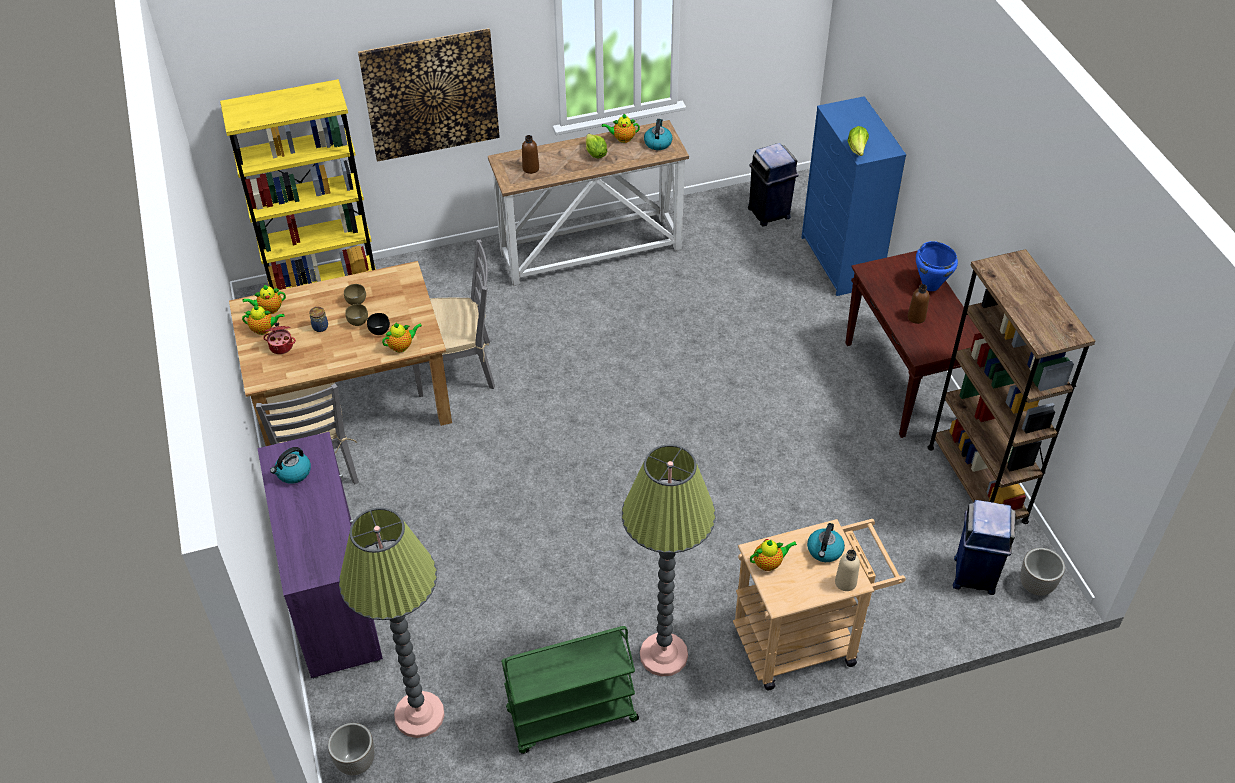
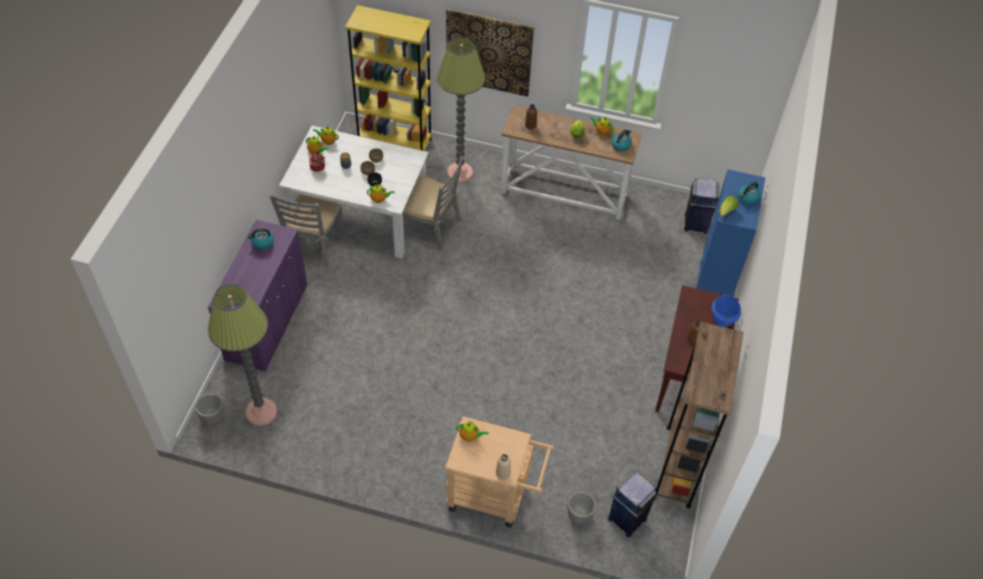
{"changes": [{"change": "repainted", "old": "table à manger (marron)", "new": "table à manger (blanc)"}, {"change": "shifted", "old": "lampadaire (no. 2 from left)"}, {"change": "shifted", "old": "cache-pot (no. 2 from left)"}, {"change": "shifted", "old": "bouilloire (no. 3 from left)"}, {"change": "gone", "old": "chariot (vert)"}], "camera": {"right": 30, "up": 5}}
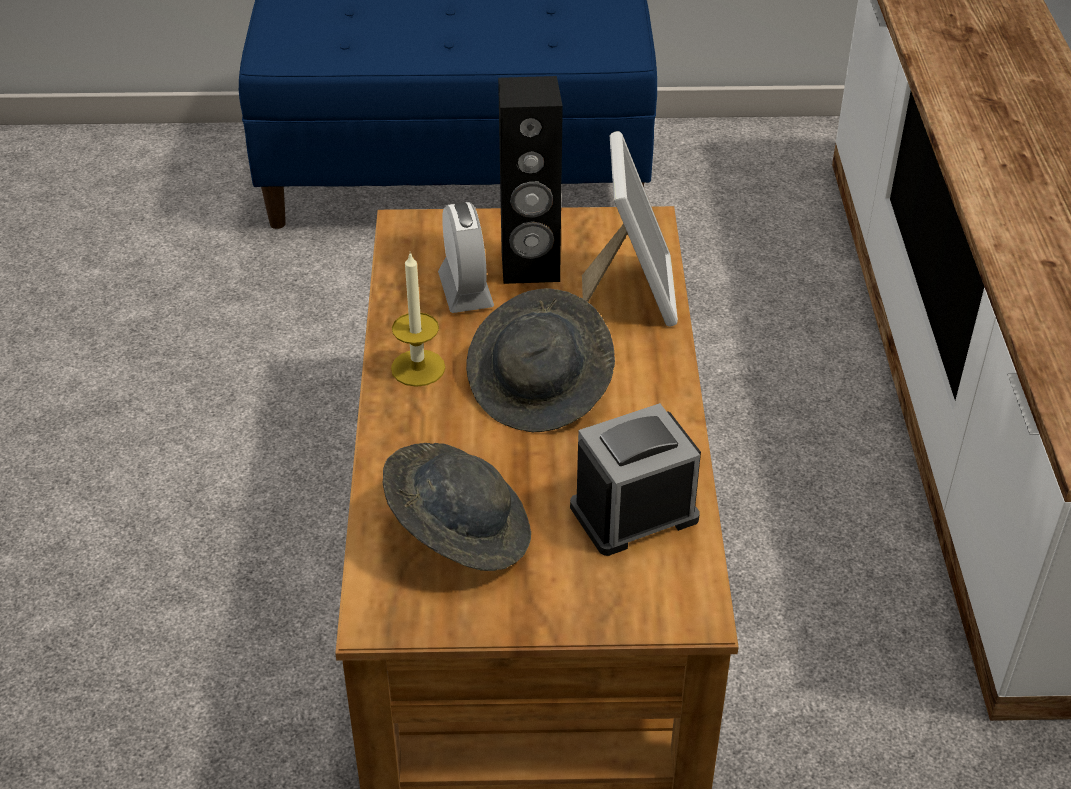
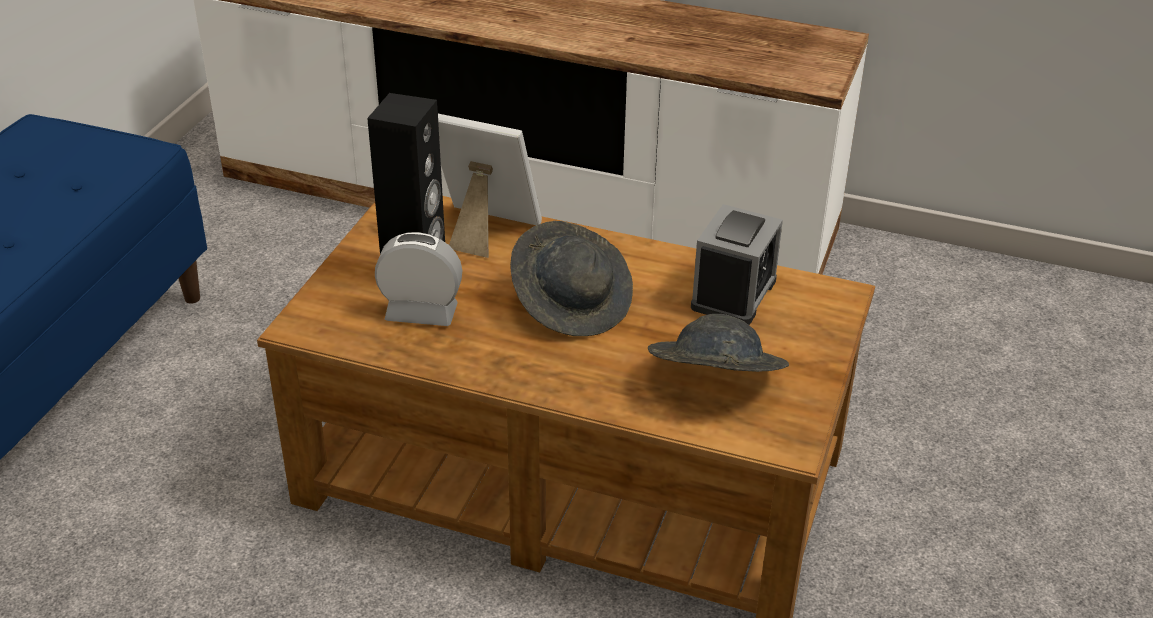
{"changes": [{"change": "rotated", "old": "réveil (no. 2 from left)", "degrees": -150}, {"change": "gone", "old": "bougie"}], "camera": {"right": -70, "up": -5}}
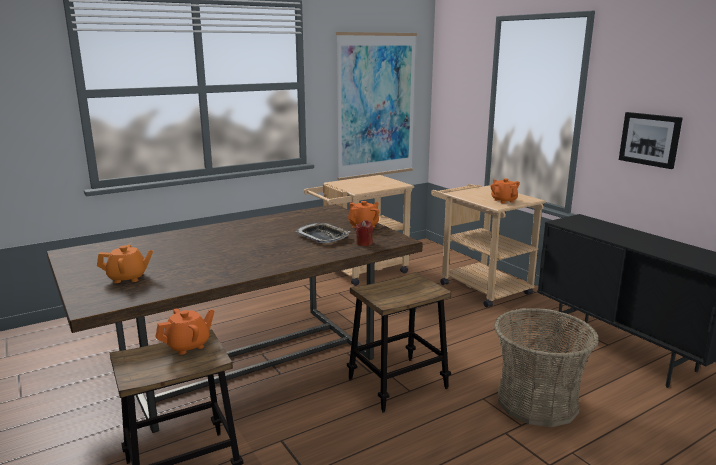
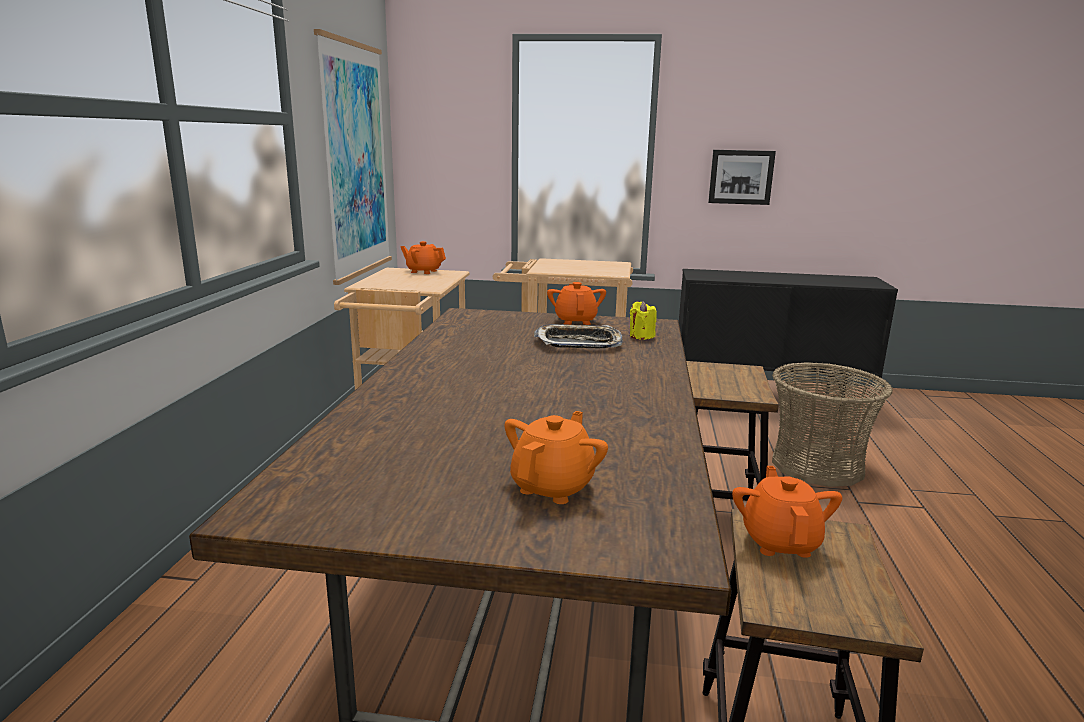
{"changes": [{"change": "shifted", "old": "théière (orange) (no. 4 from left in the first image)", "new": "théière (orange) (no. 1 from left)"}, {"change": "repainted", "old": "bougie (rouge)", "new": "bougie (jaune)"}], "camera": {"right": -50, "up": 0}}
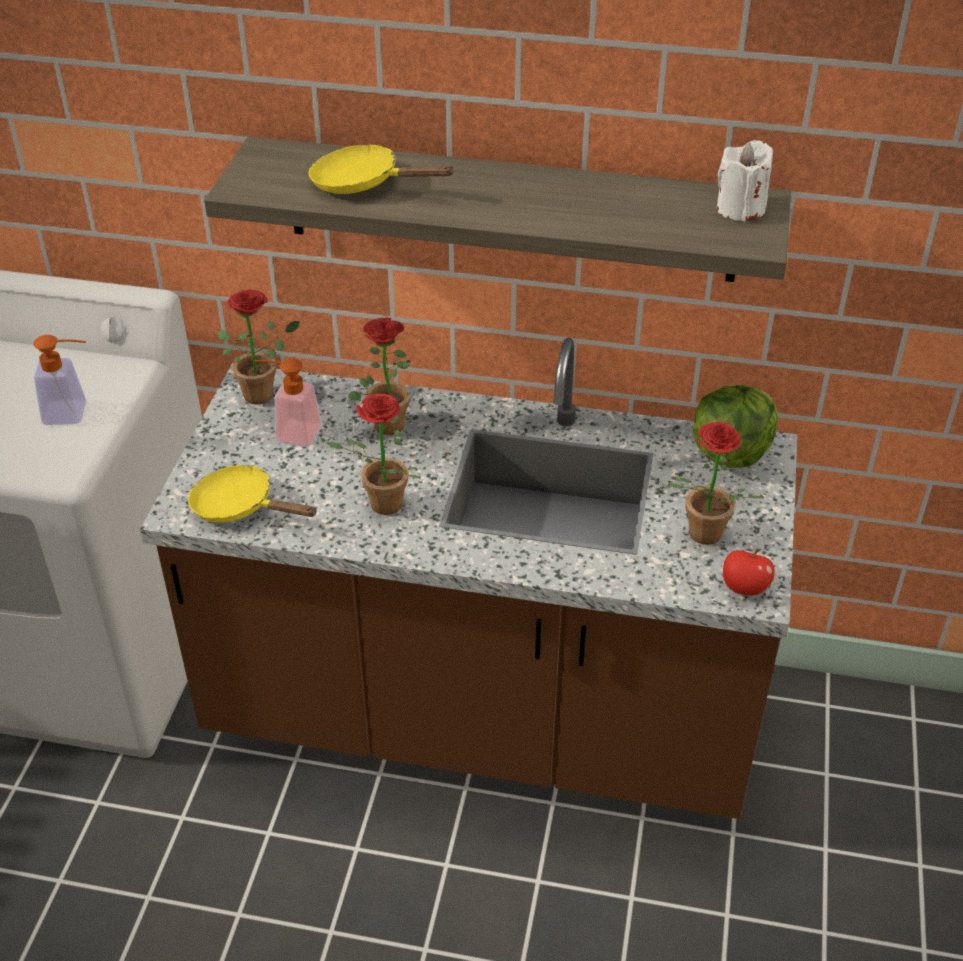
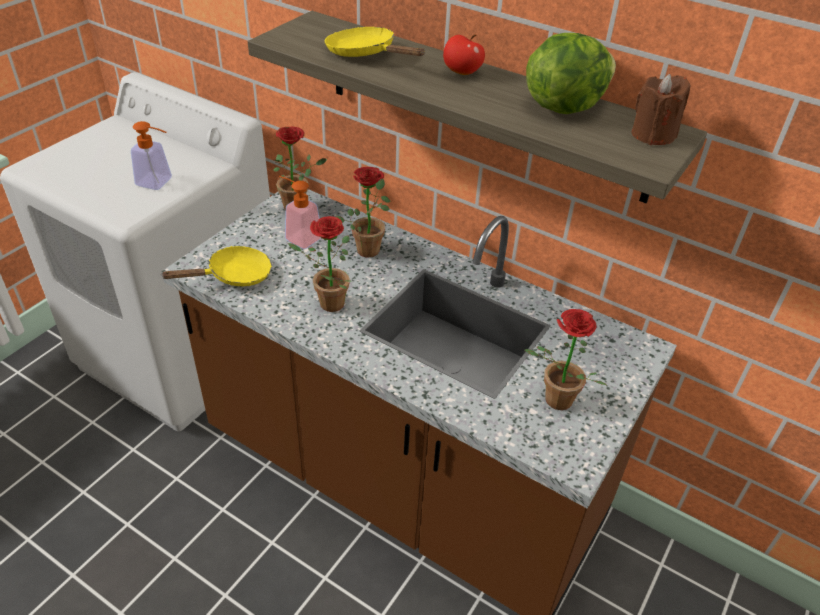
{"changes": [{"change": "rotated", "old": "poêle (jaune) (no. 1 from left)", "degrees": 105}, {"change": "shifted", "old": "pomme"}, {"change": "shifted", "old": "laitue"}, {"change": "repainted", "old": "bougie (blanc)", "new": "bougie (marron)"}], "camera": {"right": 20, "up": 0}}
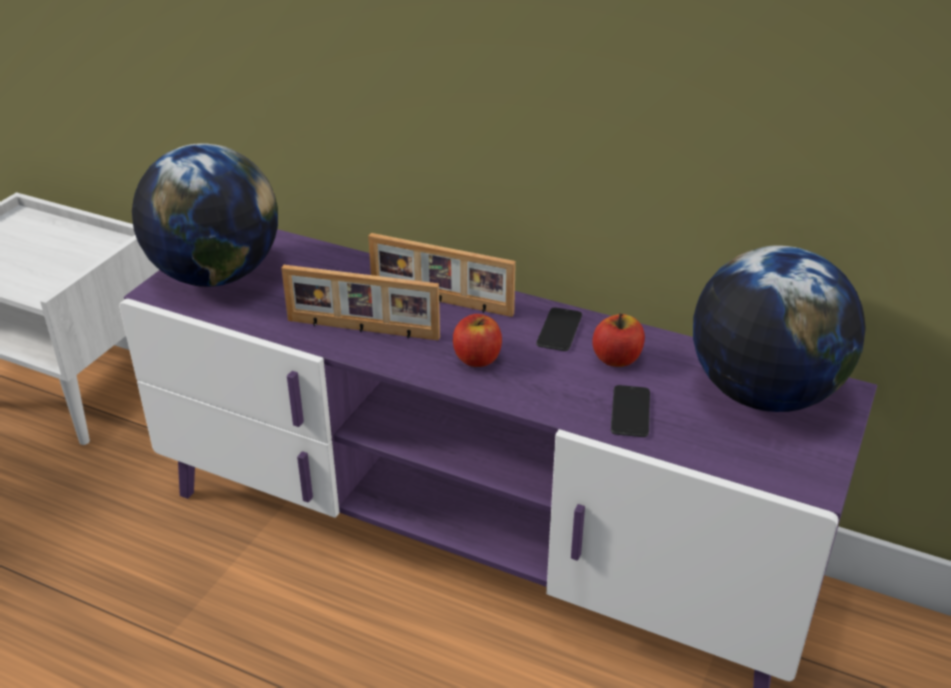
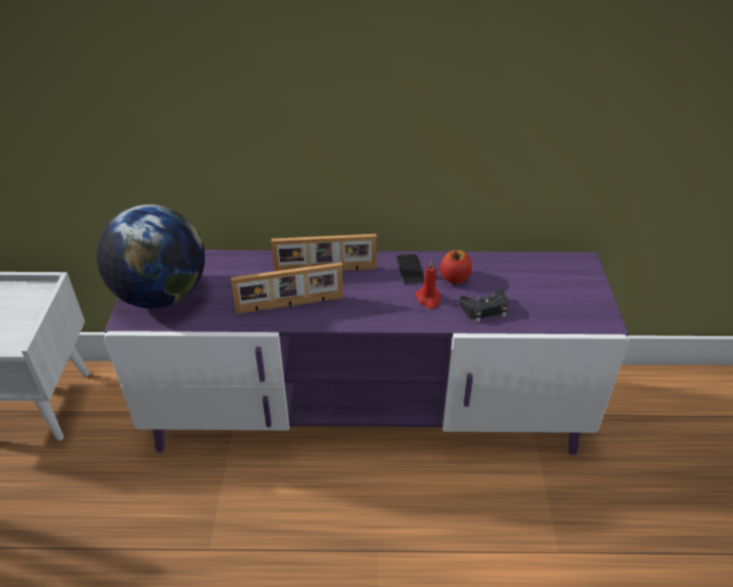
{"changes": [{"change": "new", "new": "bougie (rouge)"}, {"change": "swapped", "old": "téléphone (no. 2 from left)", "new": "manette (noir)"}, {"change": "gone", "old": "pomme (no. 1 from left)"}, {"change": "gone", "old": "globe (no. 2 from left)"}], "camera": {"right": -25, "up": 5}}
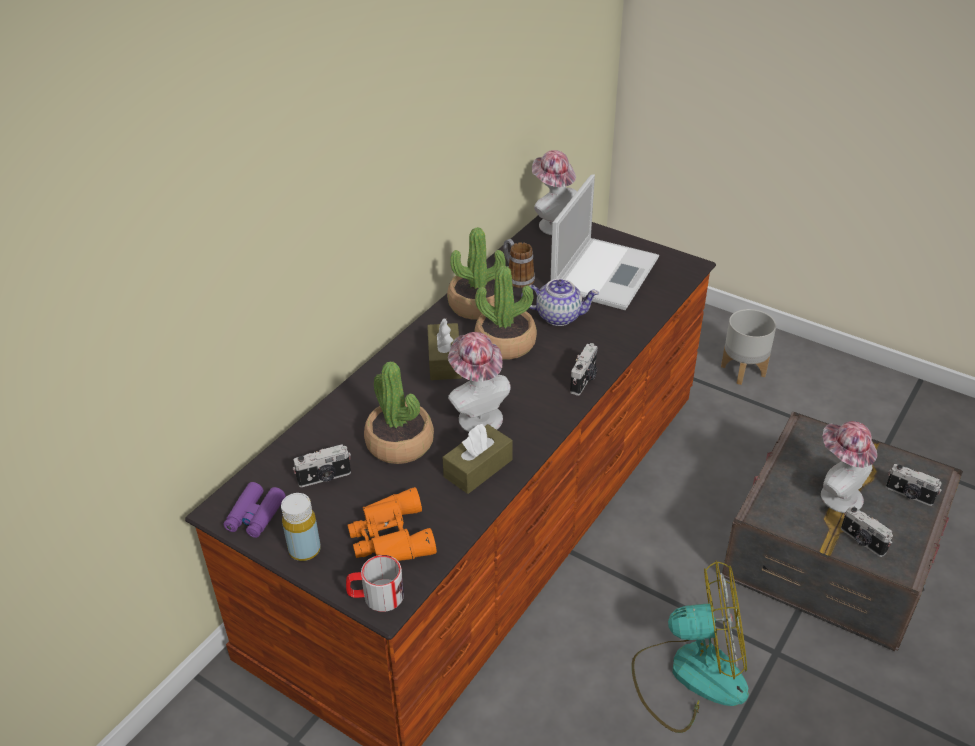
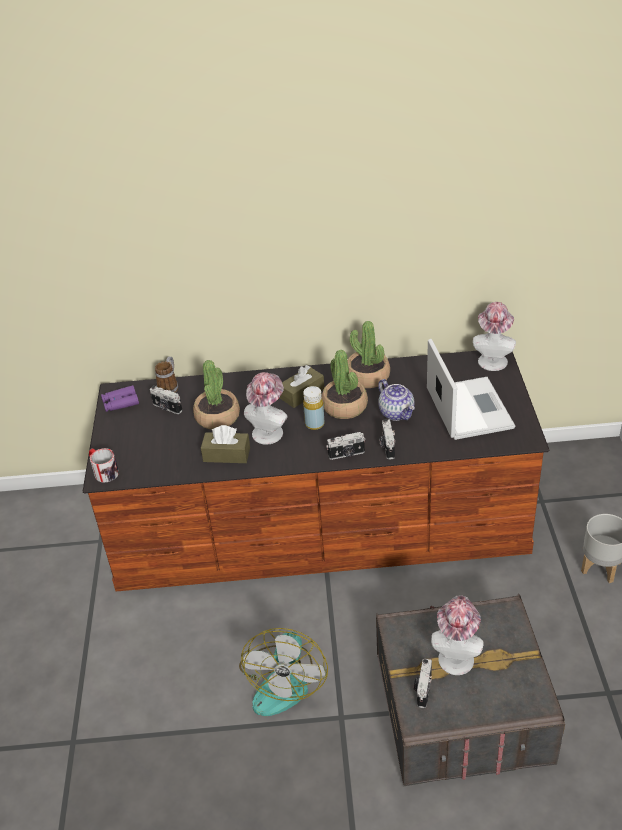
{"changes": [{"change": "shifted", "old": "mug (no. 2 from left)"}, {"change": "rotated", "old": "ventilateur", "degrees": 45}, {"change": "shifted", "old": "bouteille (jaune)"}, {"change": "shifted", "old": "appareil photo (no. 4 from left in the first image)", "new": "appareil photo (no. 3 from left)"}, {"change": "rotated", "old": "ordinateur portable", "degrees": -90}, {"change": "gone", "old": "jumelles (orange)"}], "camera": {"right": 55, "up": 0}}
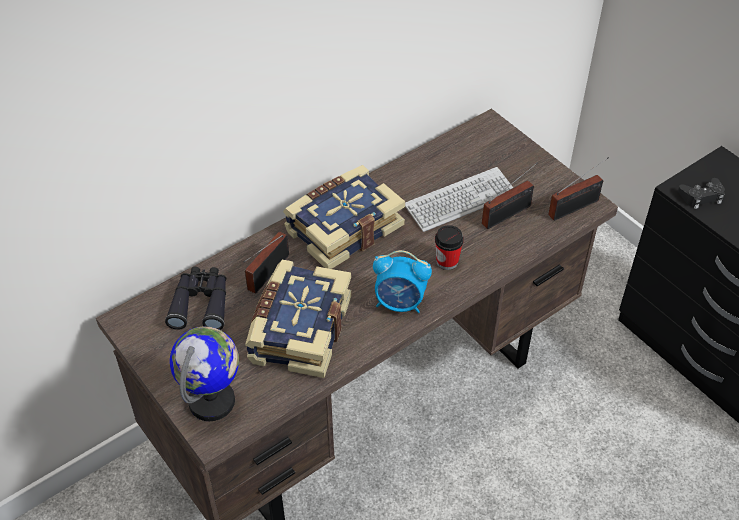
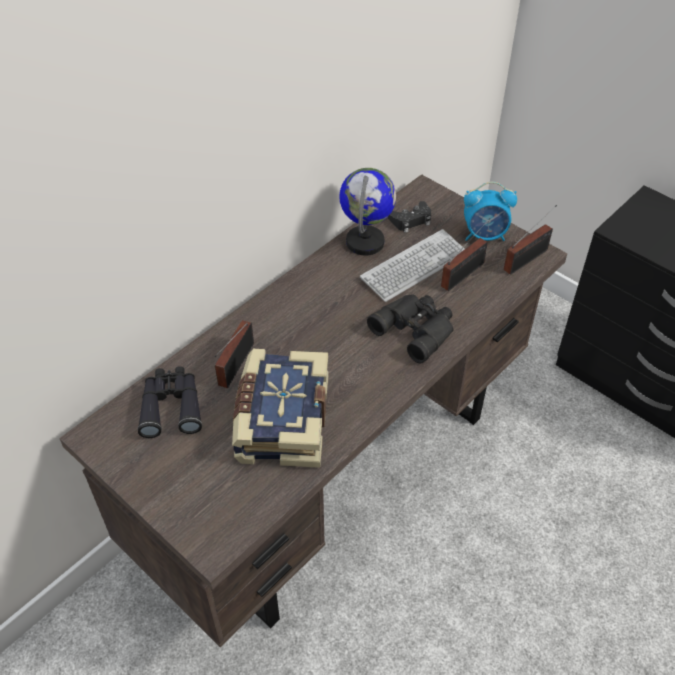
{"changes": [{"change": "shifted", "old": "globe"}, {"change": "swapped", "old": "tasse", "new": "jumelles (noir) (no. 2 from left)"}, {"change": "shifted", "old": "manette (noir)"}, {"change": "shifted", "old": "réveil"}, {"change": "gone", "old": "livre (no. 2 from left)"}], "camera": {"right": -10, "up": 0}}
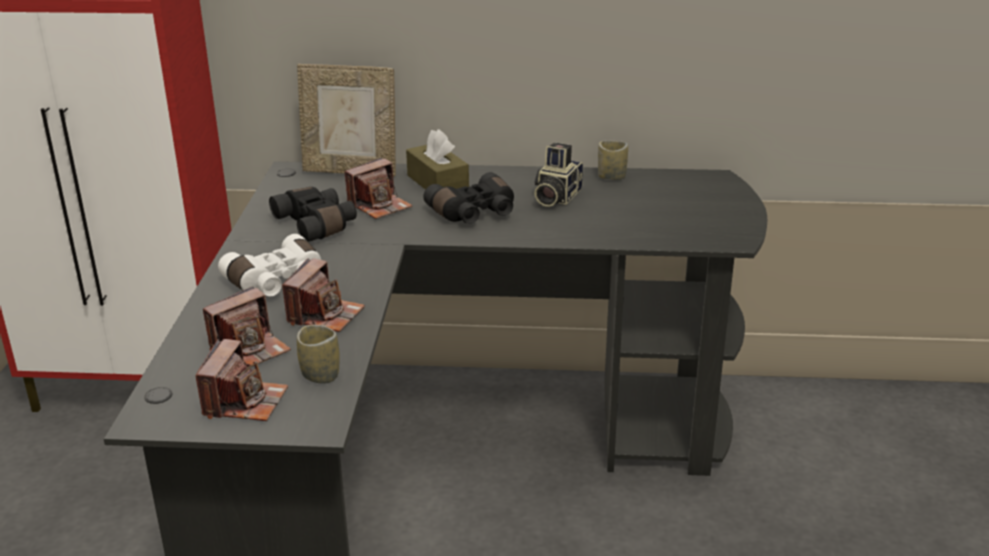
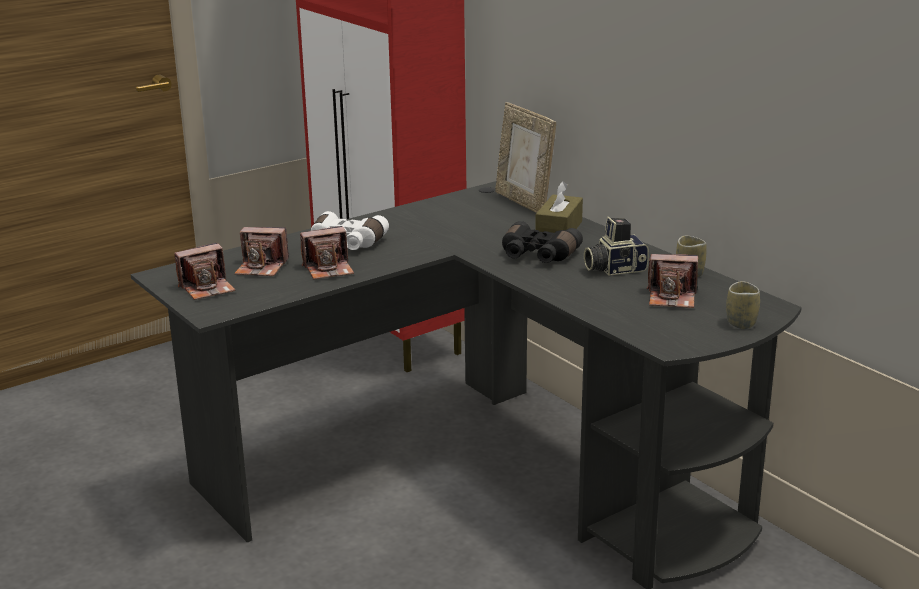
{"changes": [{"change": "shifted", "old": "appareil photo (no. 4 from left in the first image)", "new": "appareil photo (no. 5 from left)"}, {"change": "shifted", "old": "tasse (no. 1 from left in the first image)", "new": "tasse (no. 2 from left)"}, {"change": "gone", "old": "jumelles (noir) (no. 1 from left)"}], "camera": {"right": 50, "up": -5}}
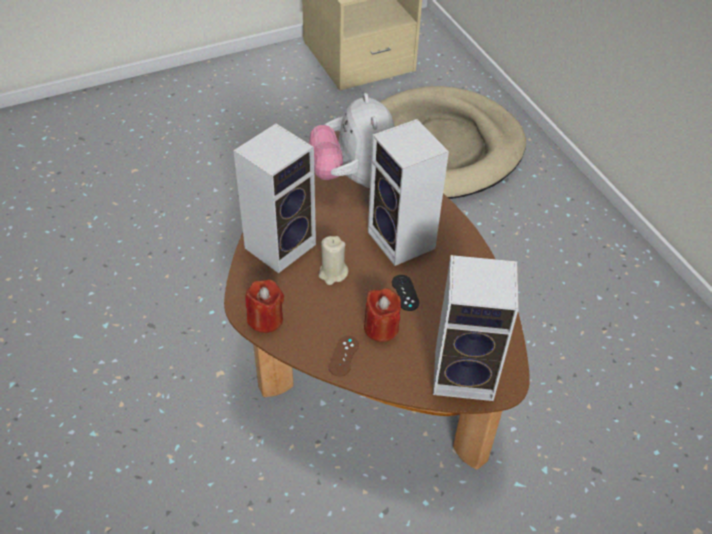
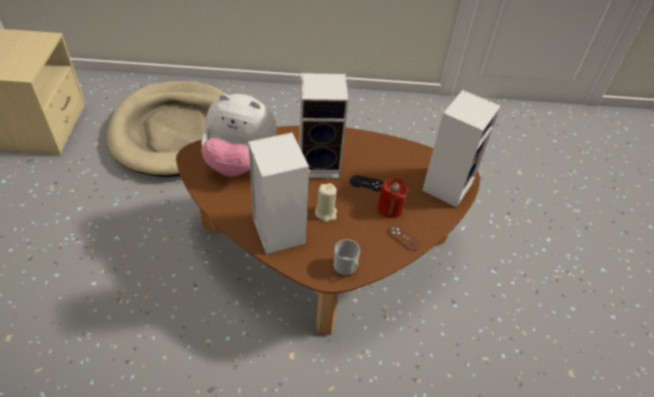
{"changes": [{"change": "swapped", "old": "bougie (rouge) (no. 1 from left)", "new": "mug"}], "camera": {"right": -65, "up": 0}}
